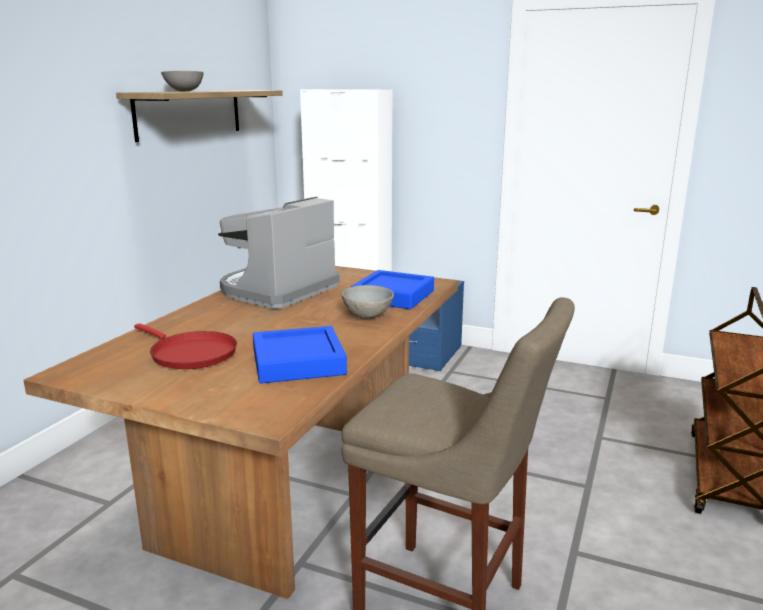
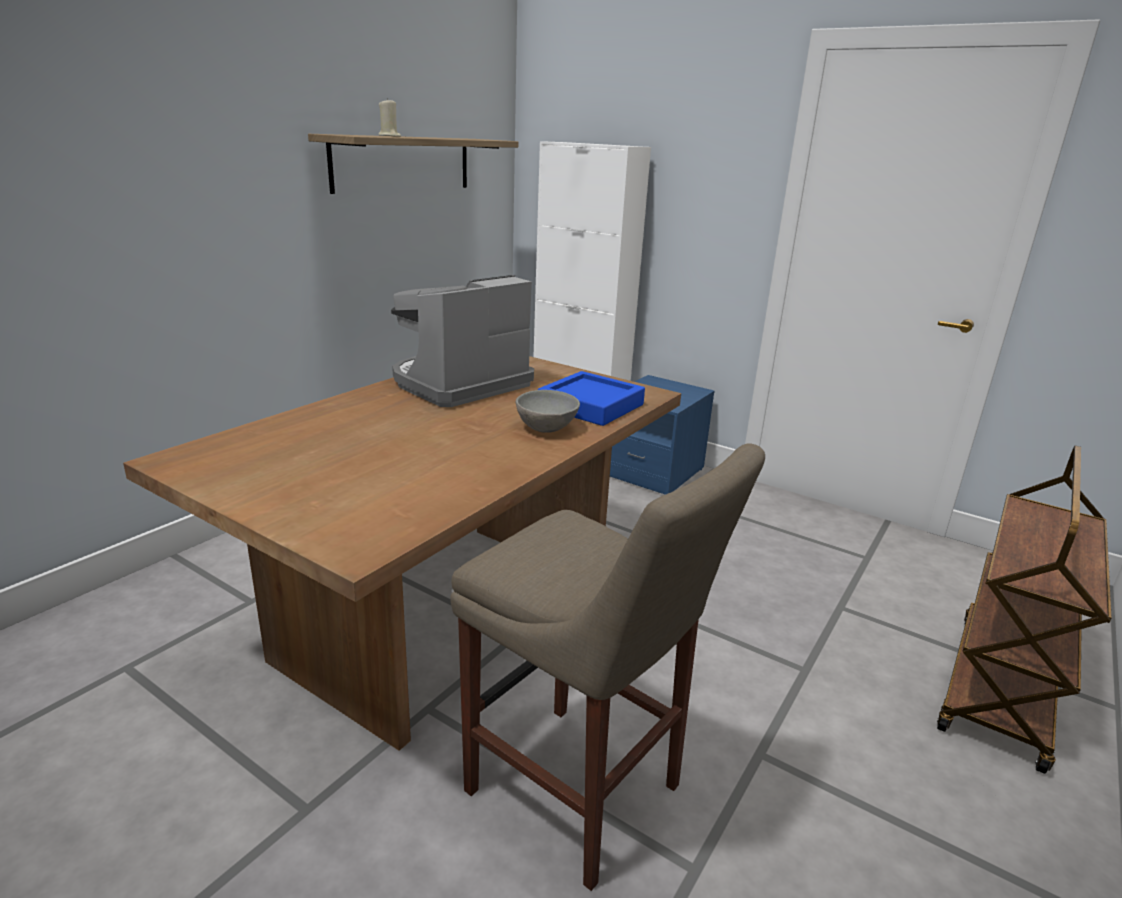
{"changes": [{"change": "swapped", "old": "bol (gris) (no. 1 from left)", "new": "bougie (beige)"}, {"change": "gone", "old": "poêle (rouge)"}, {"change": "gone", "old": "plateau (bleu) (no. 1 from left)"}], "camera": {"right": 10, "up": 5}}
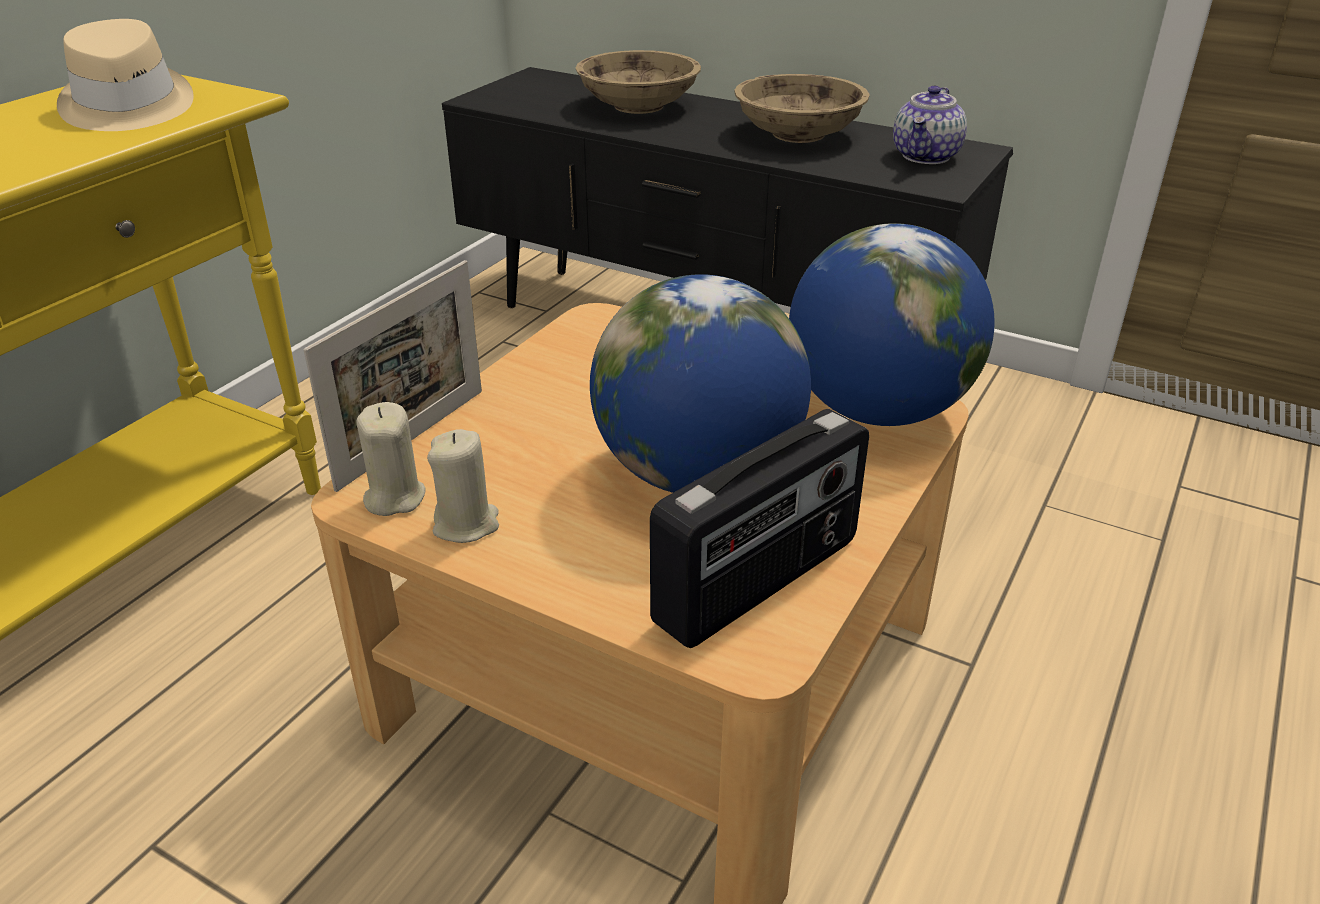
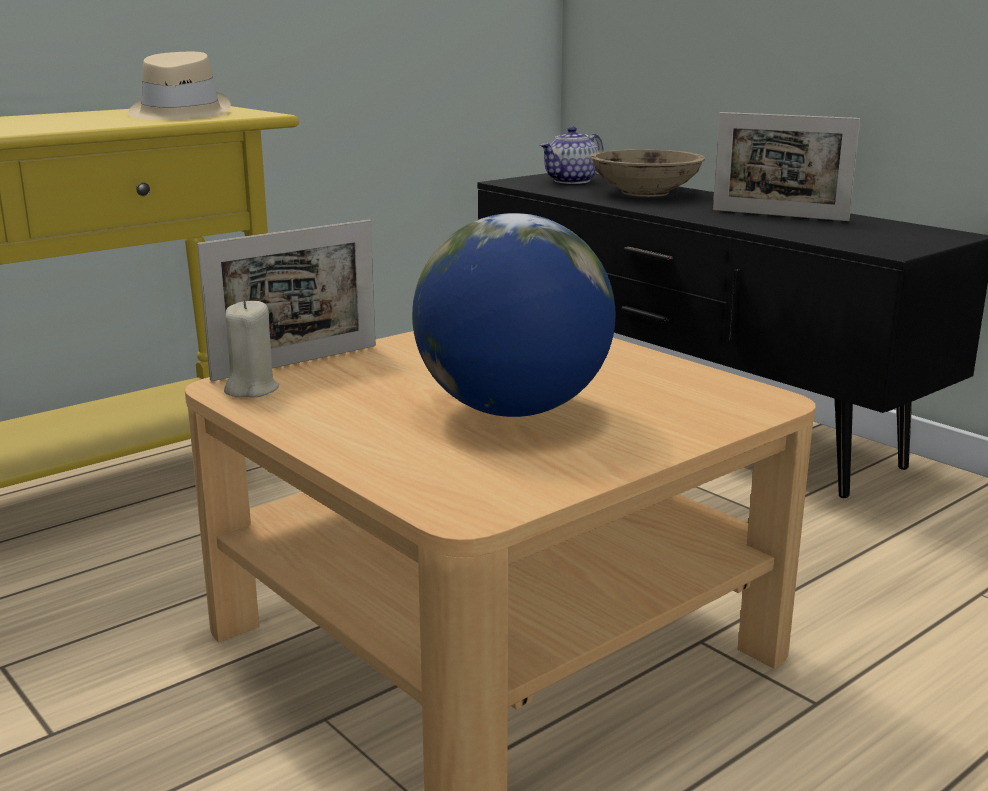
{"changes": [{"change": "shifted", "old": "théière"}, {"change": "swapped", "old": "bol (beige) (no. 2 from left)", "new": "cadre photo (no. 2 from left)"}, {"change": "gone", "old": "bougie (beige) (no. 2 from left)"}, {"change": "gone", "old": "radio"}, {"change": "gone", "old": "globe (no. 2 from left)"}], "camera": {"right": 20, "up": -15}}
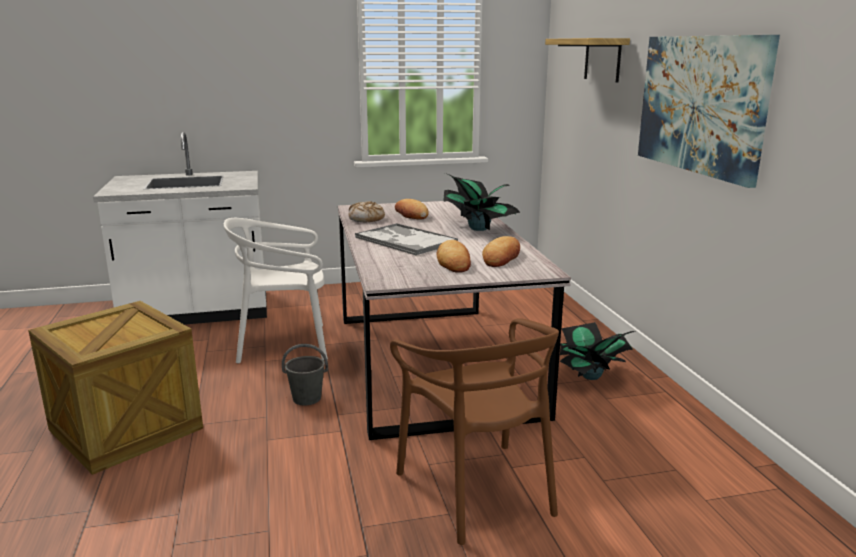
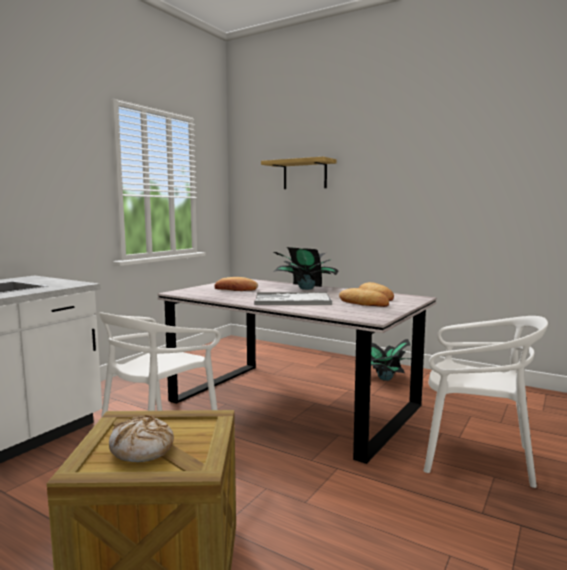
{"changes": [{"change": "shifted", "old": "pain (no. 1 from left)"}, {"change": "repainted", "old": "chaise (marron)", "new": "chaise (blanc) (no. 2 from left)"}, {"change": "gone", "old": "seau (gris)"}, {"change": "gone", "old": "tableau"}], "camera": {"right": -45, "up": -10}}
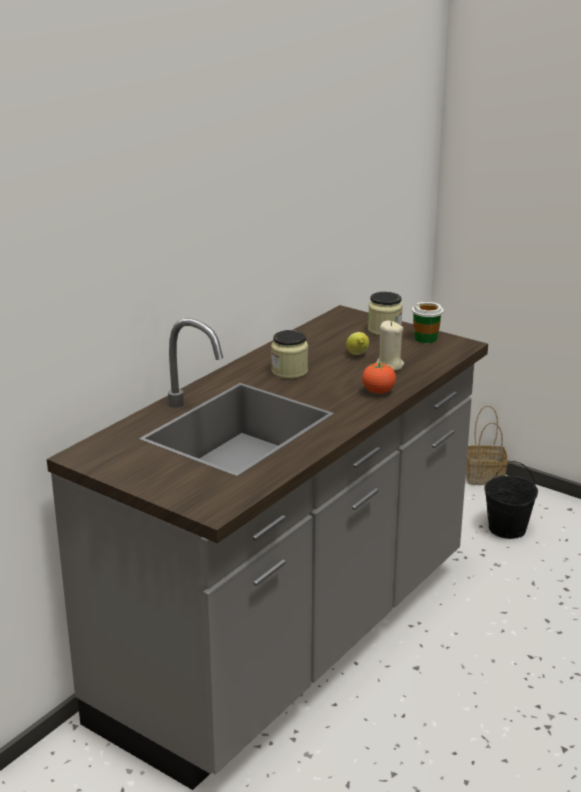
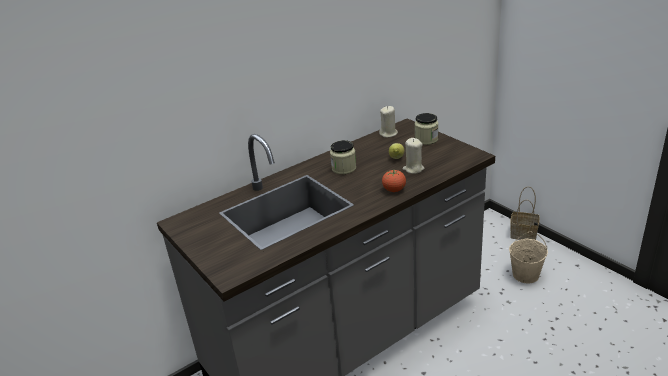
{"changes": [{"change": "new", "new": "bougie (beige) (no. 1 from left)"}, {"change": "repainted", "old": "seau (noir)", "new": "seau (beige)"}, {"change": "gone", "old": "tasse"}], "camera": {"right": 20, "up": 5}}
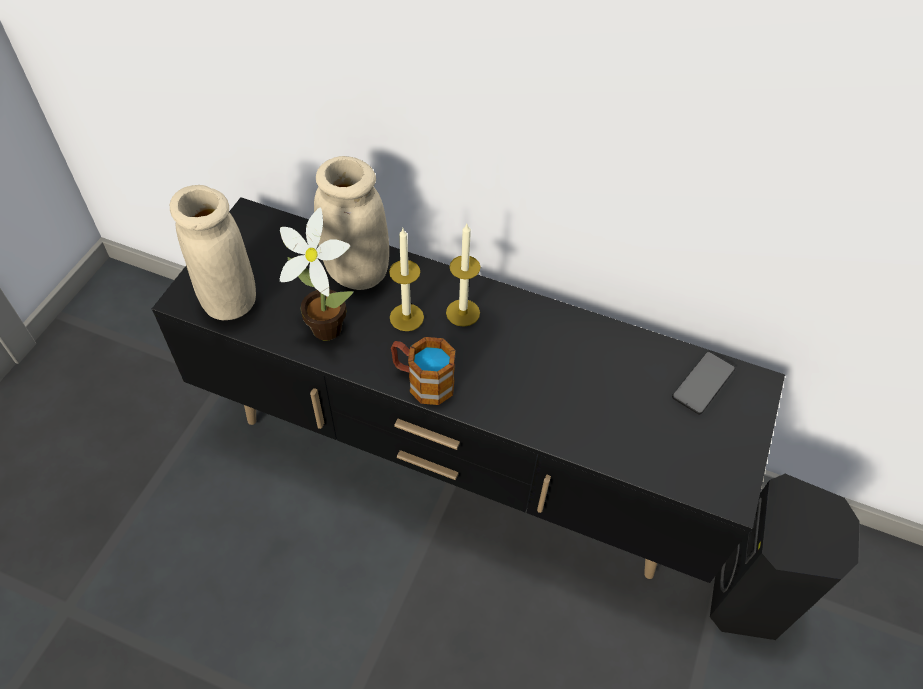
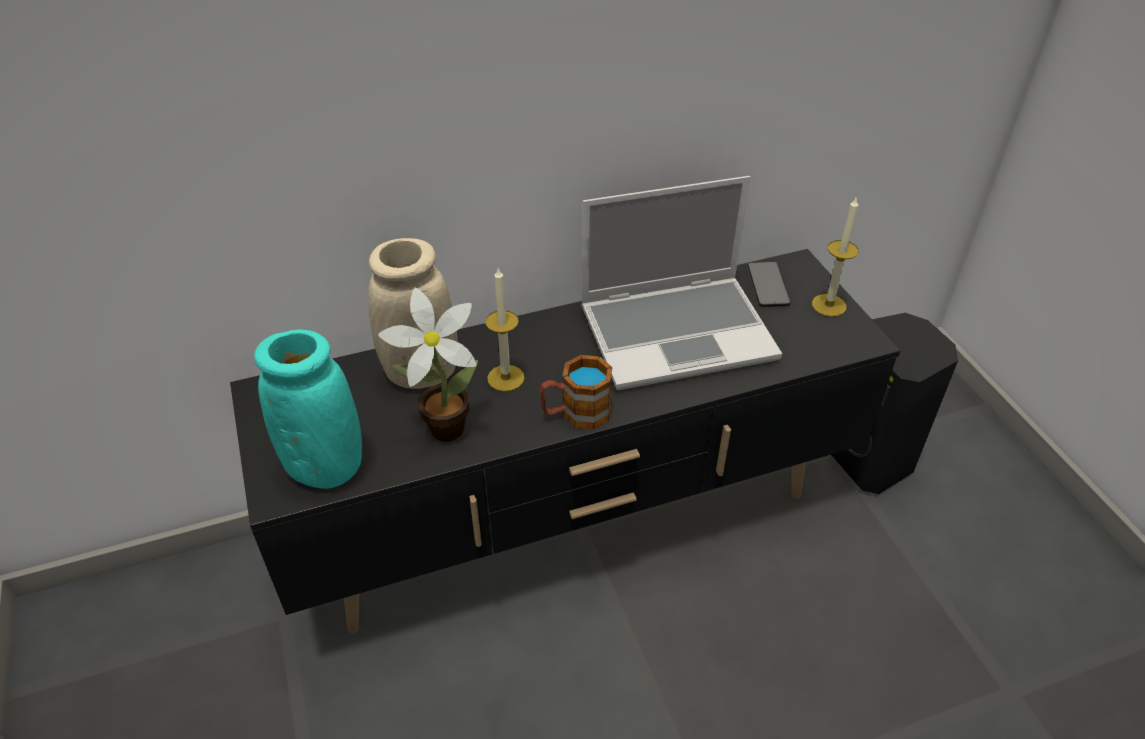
{"changes": [{"change": "repainted", "old": "vase (beige) (no. 1 from left)", "new": "vase (turquoise)"}, {"change": "new", "new": "ordinateur portable"}, {"change": "shifted", "old": "bougie (no. 2 from left)"}], "camera": {"right": -40, "up": -10}}
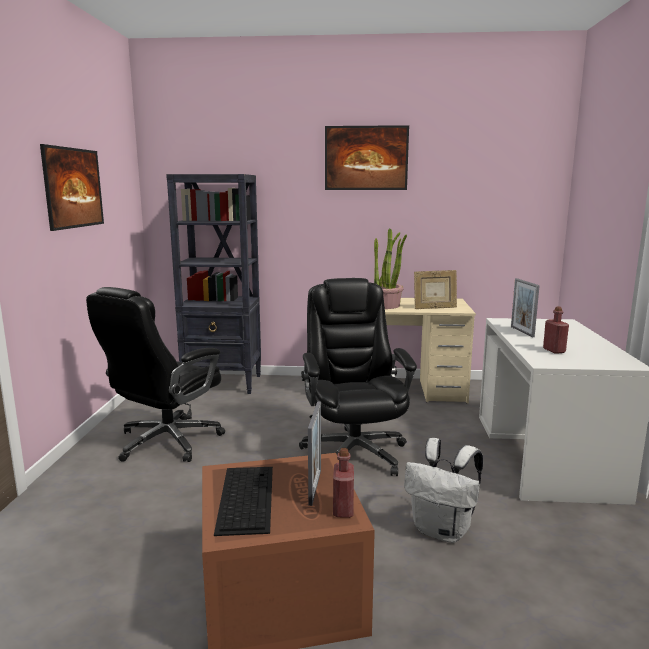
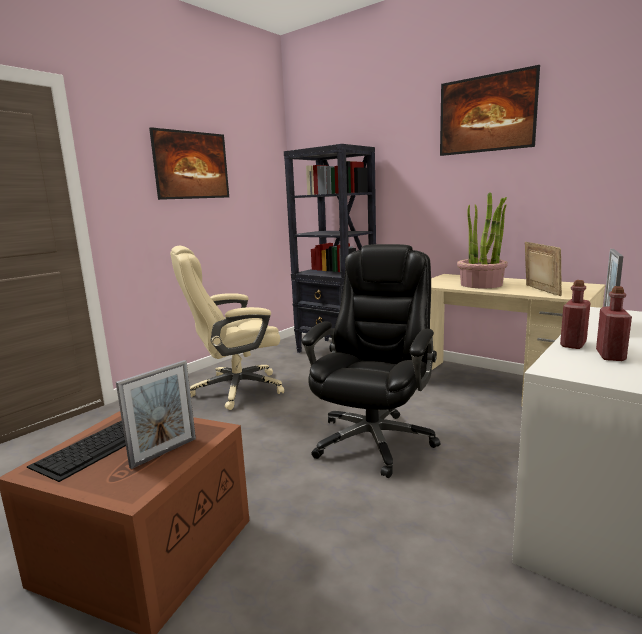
{"changes": [{"change": "repainted", "old": "chaise de bureau (noir) (no. 1 from left)", "new": "chaise de bureau (beige)"}, {"change": "rotated", "old": "cadre photo (no. 2 from left)", "degrees": -135}, {"change": "shifted", "old": "bouteille (rouge) (no. 1 from left)"}, {"change": "gone", "old": "sac à dos (blanc)"}], "camera": {"right": 35, "up": 0}}
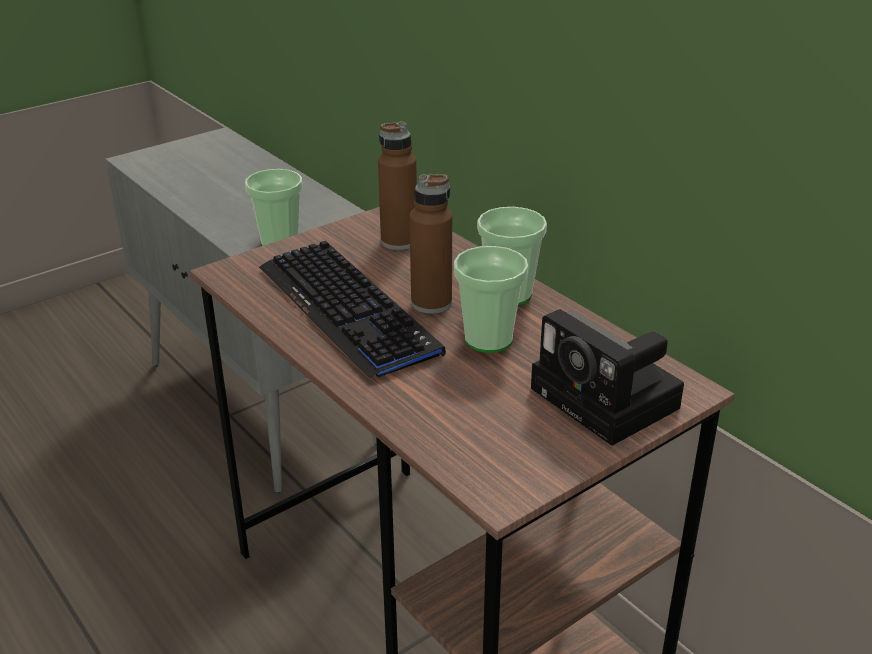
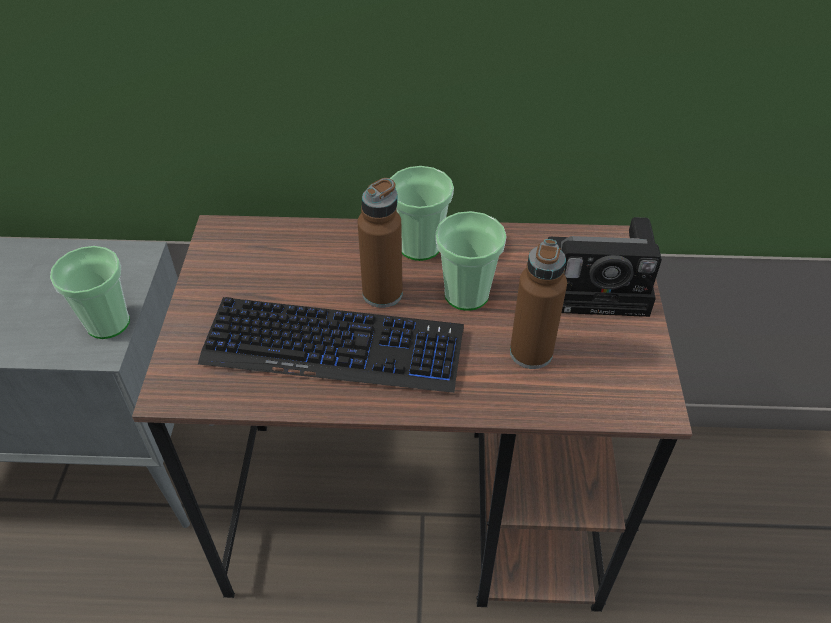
{"changes": [{"change": "shifted", "old": "bouteille (marron) (no. 1 from left in the first image)", "new": "bouteille (marron) (no. 2 from left)"}], "camera": {"right": -50, "up": 15}}
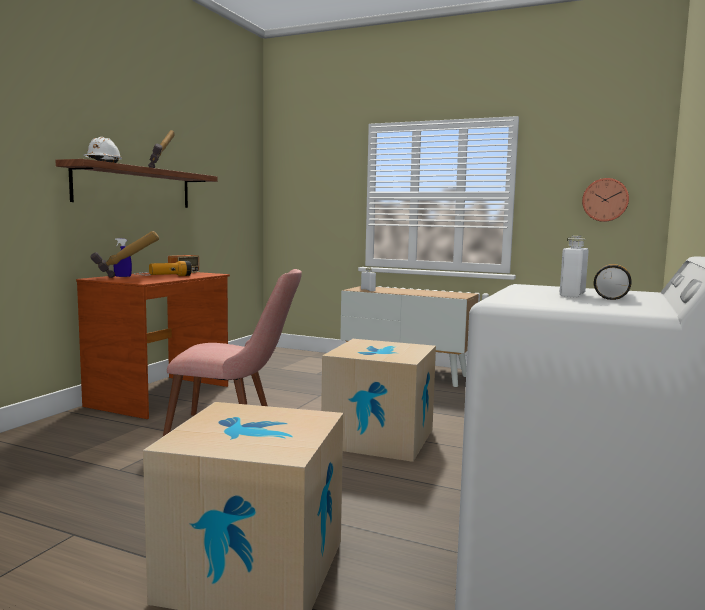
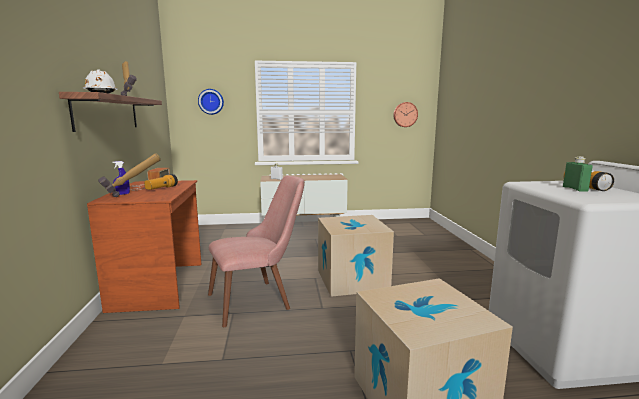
{"changes": [{"change": "new", "new": "horloge murale (no. 1 from left)"}, {"change": "repainted", "old": "bouteille (blanc) (no. 2 from left)", "new": "bouteille (vert)"}], "camera": {"right": -30, "up": 5}}
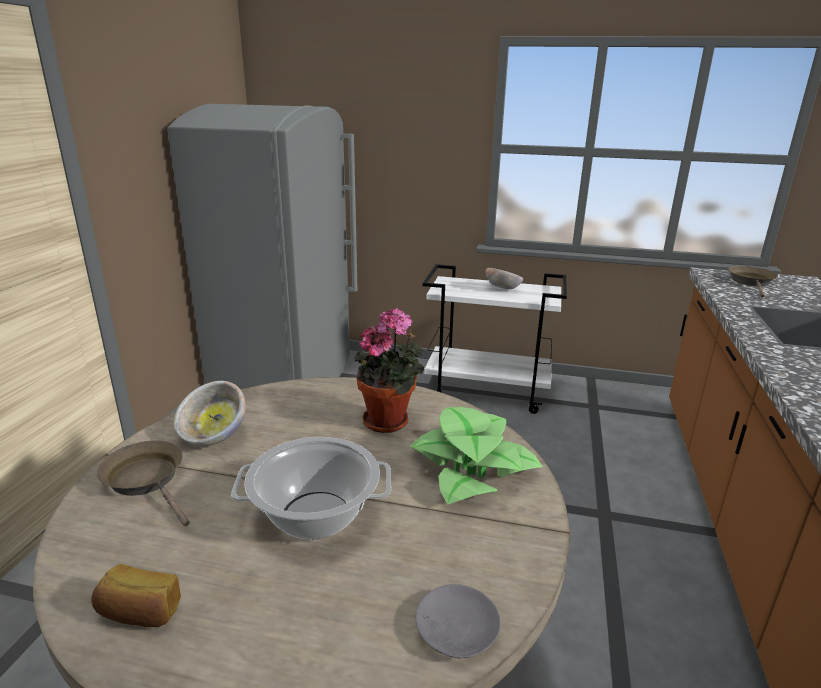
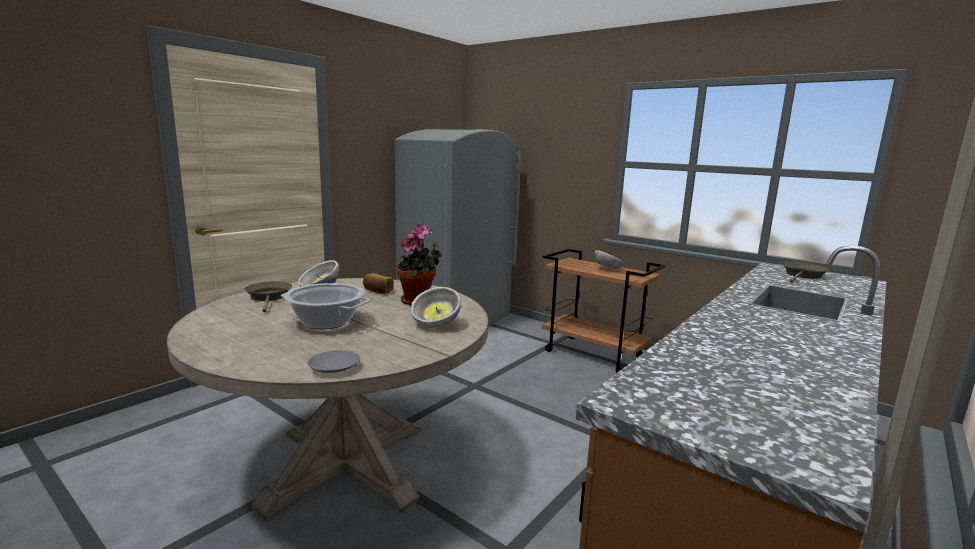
{"changes": [{"change": "shifted", "old": "pain"}, {"change": "swapped", "old": "plante en pot (no. 2 from left)", "new": "bol (no. 2 from left)"}, {"change": "repainted", "old": "chariot (blanc)", "new": "chariot (marron)"}], "camera": {"right": 25, "up": -10}}
